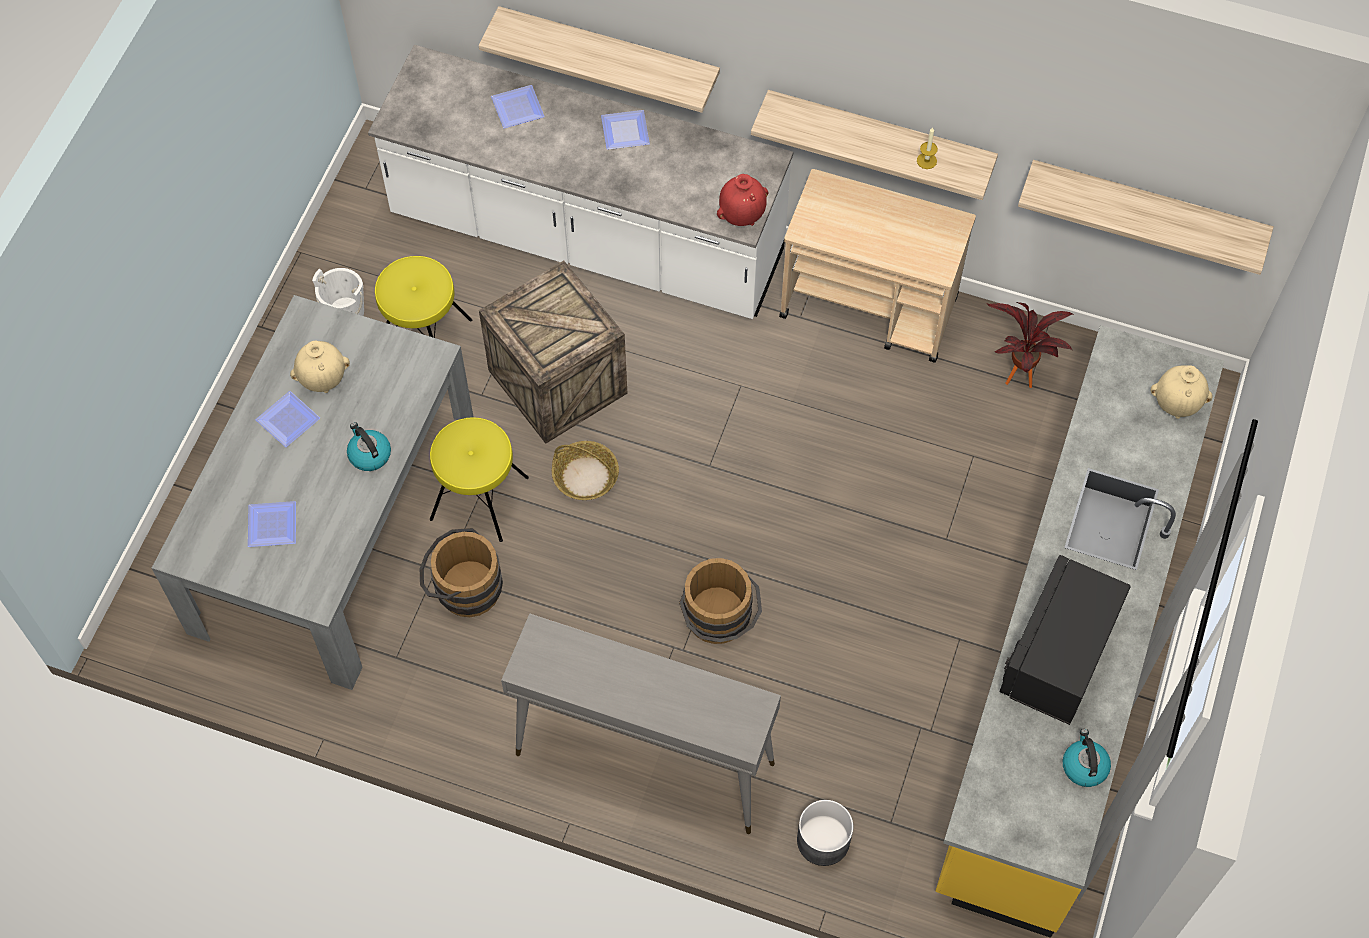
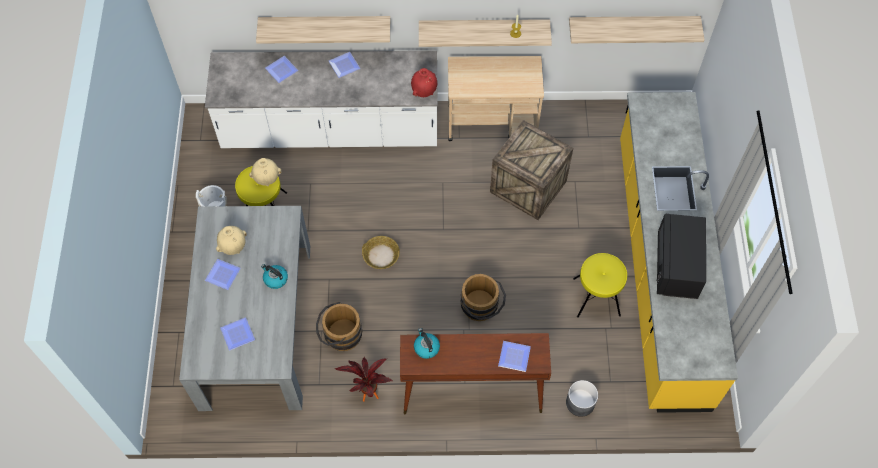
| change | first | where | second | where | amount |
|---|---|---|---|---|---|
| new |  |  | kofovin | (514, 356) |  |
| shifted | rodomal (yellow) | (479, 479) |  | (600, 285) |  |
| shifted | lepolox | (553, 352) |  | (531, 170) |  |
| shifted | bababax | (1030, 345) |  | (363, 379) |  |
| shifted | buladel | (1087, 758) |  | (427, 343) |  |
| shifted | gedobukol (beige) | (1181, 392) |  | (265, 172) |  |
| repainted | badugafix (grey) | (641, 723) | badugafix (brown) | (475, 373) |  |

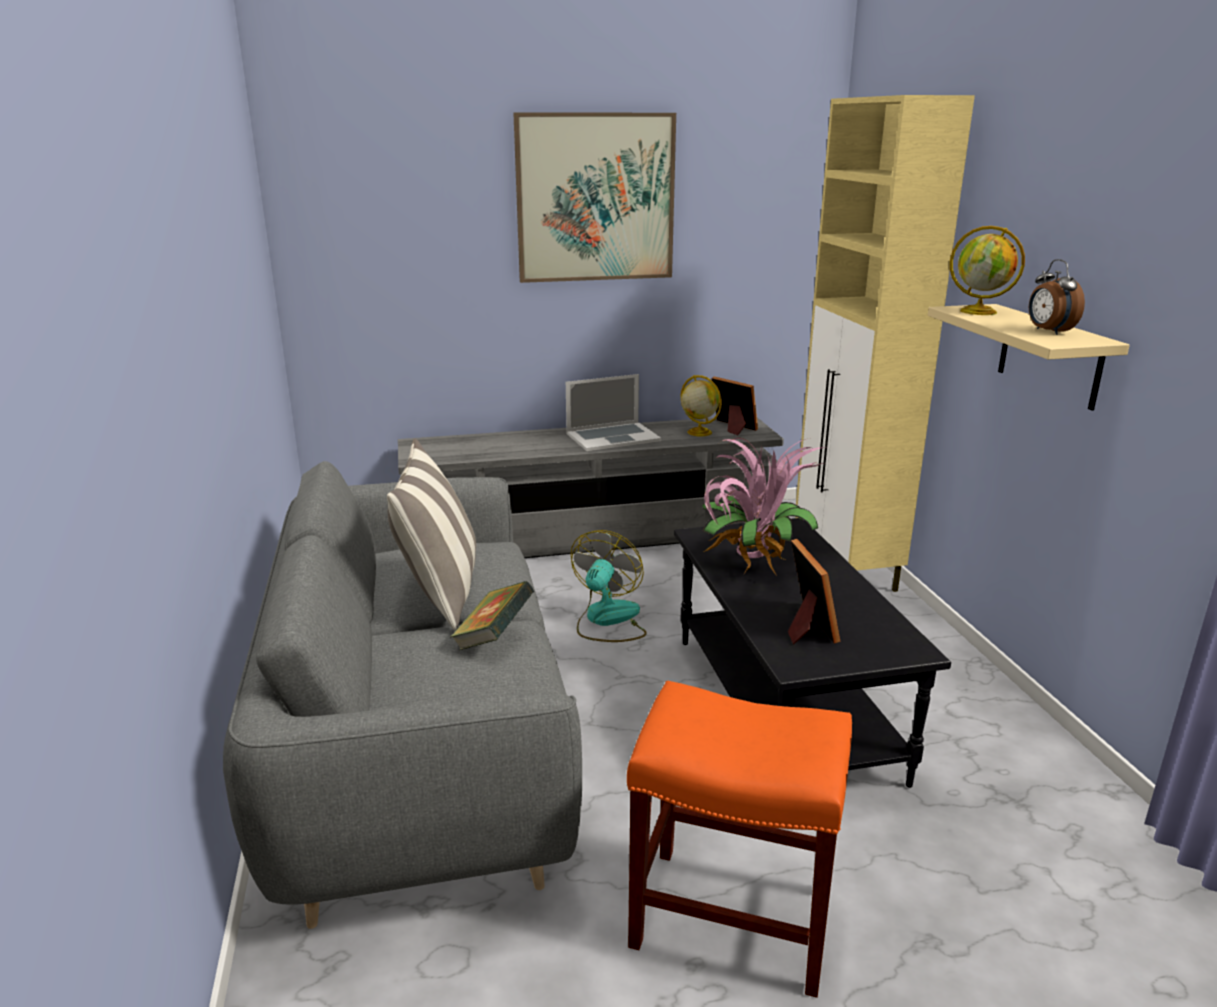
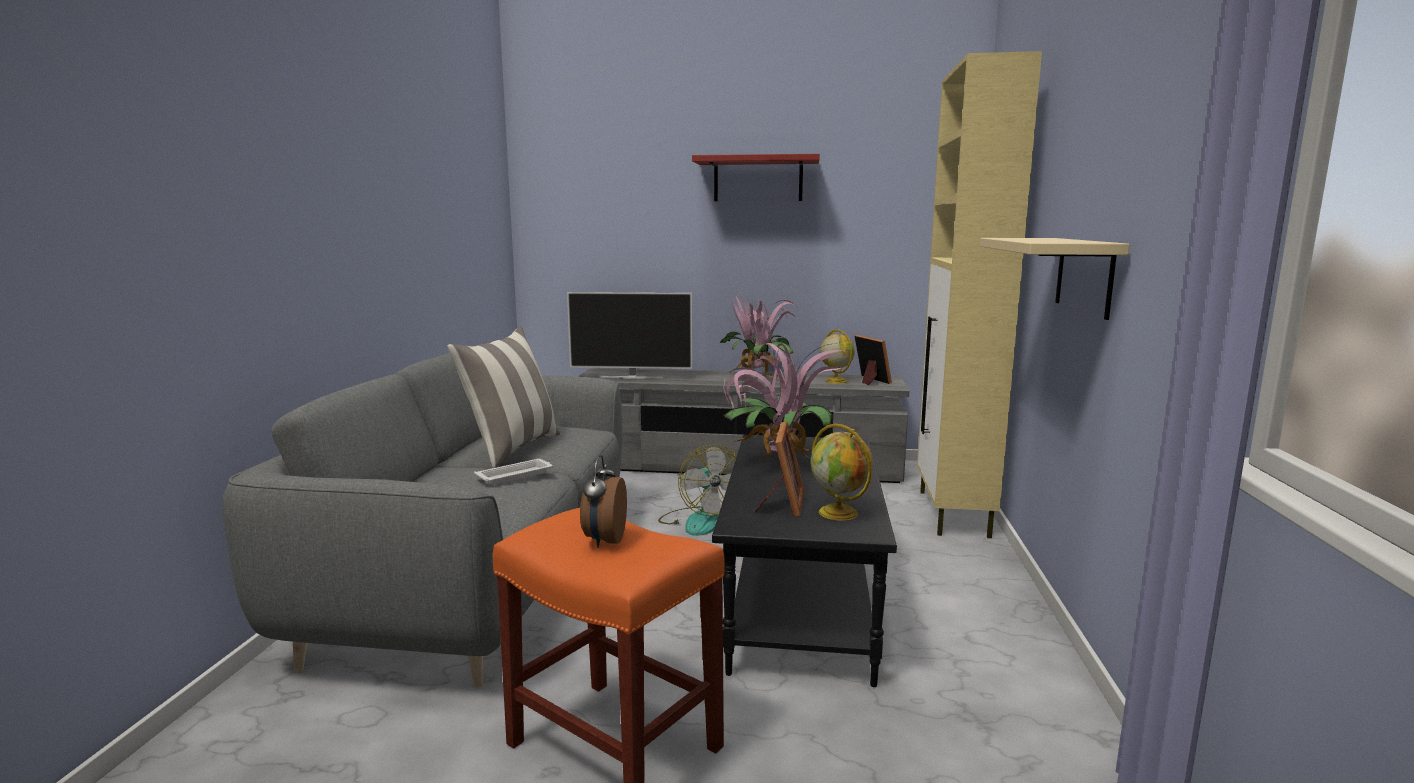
| change | first | where | second | where | amount |
|---|---|---|---|---|---|
| new |  |  | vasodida | (629, 335) |  |
| shifted | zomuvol | (987, 270) |  | (842, 472) |  |
| shifted | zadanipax | (1057, 297) |  | (603, 501) |  |
| swapped | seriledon | (492, 615) | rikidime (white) | (513, 472) |  |
| swapped | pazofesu | (594, 197) | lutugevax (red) | (756, 177) |  |
| swapped | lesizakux | (613, 412) | bababax | (759, 338) |  |
| rotated | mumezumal | (609, 586) |  | (697, 490) | 120 degrees clockwise |

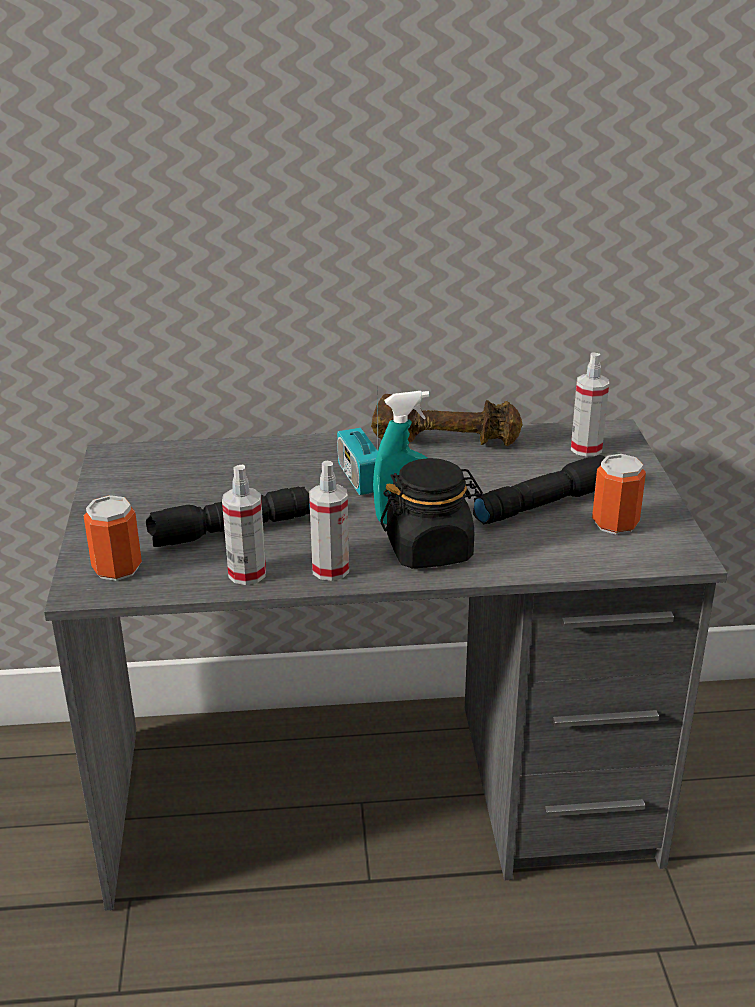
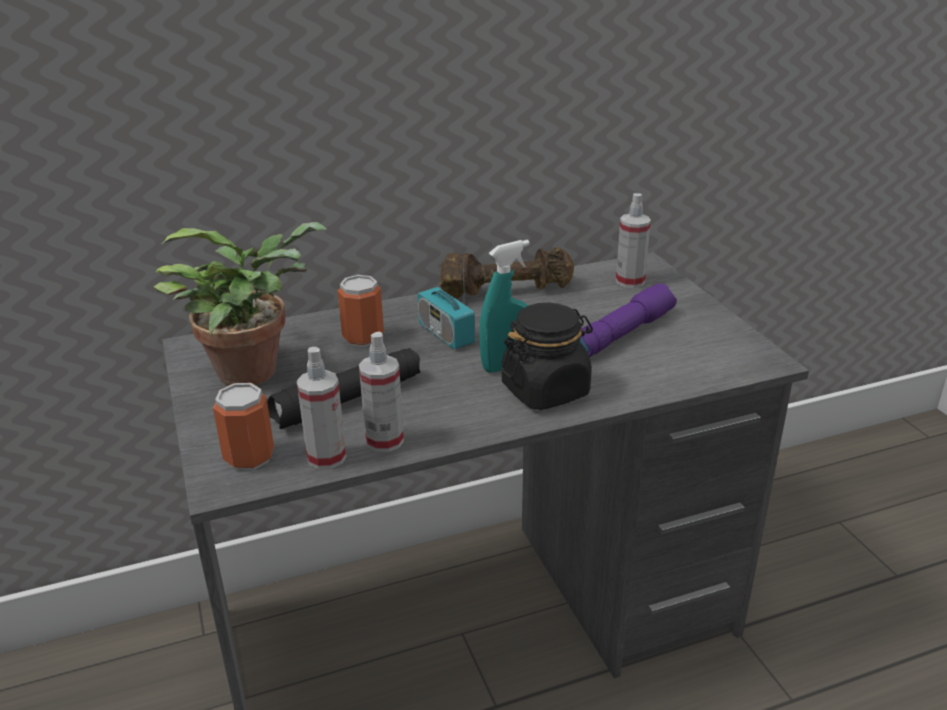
| change | first | where | second | where | amount |
|---|---|---|---|---|---|
| new |  |  | bababax | (240, 303) |  |
| shifted | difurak | (329, 521) |  | (321, 408) |  |
| shifted | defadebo | (619, 494) |  | (360, 311) |  |
| repainted | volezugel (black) | (539, 489) | volezugel (purple) | (628, 320) |  |

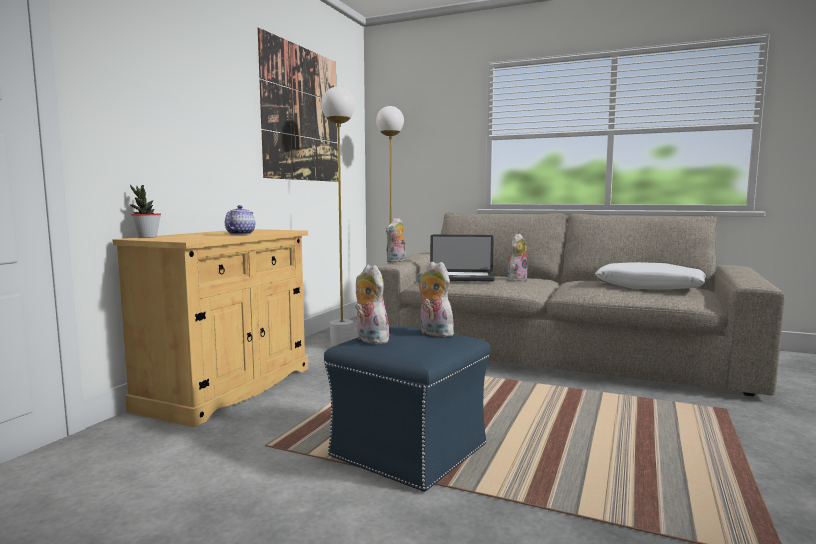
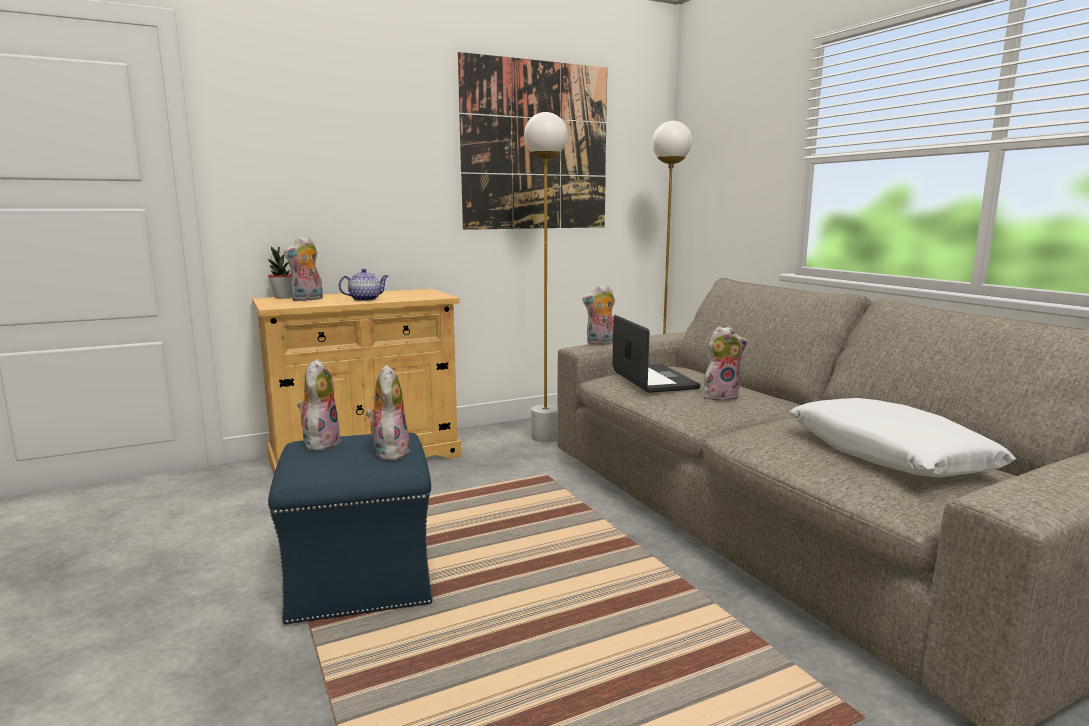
| change | first | where | second | where | amount |
|---|---|---|---|---|---|
| new |  |  | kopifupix | (303, 269) |  |
| rotated | lesizakux | (462, 258) |  | (656, 354) | 150 degrees counterclockwise |

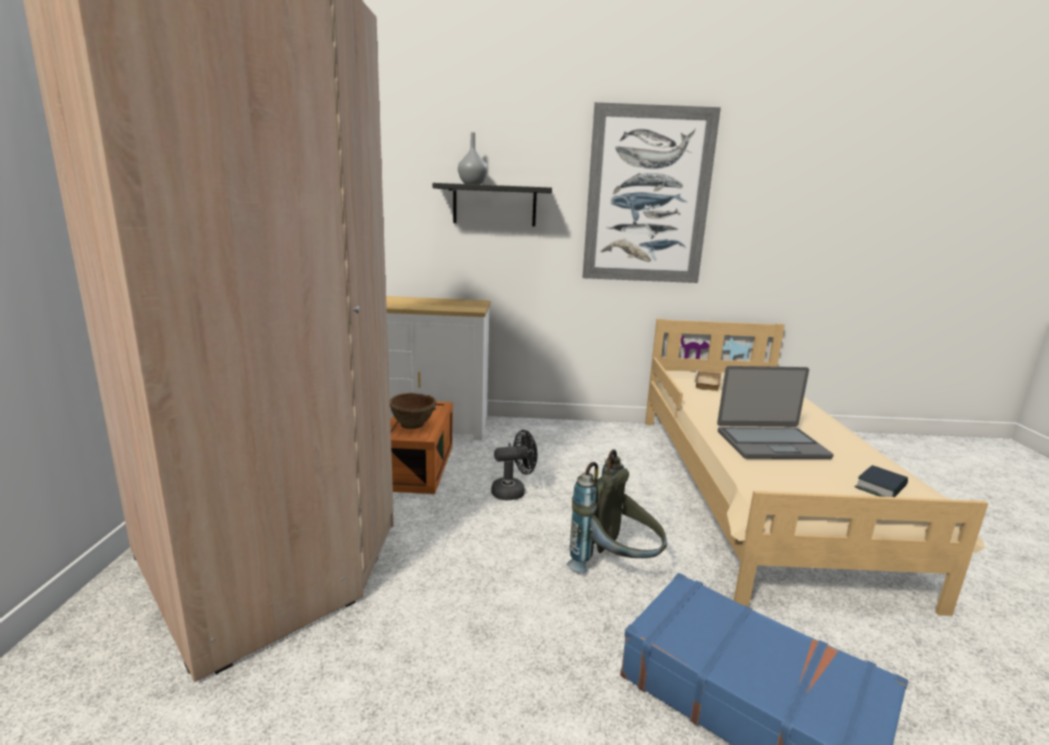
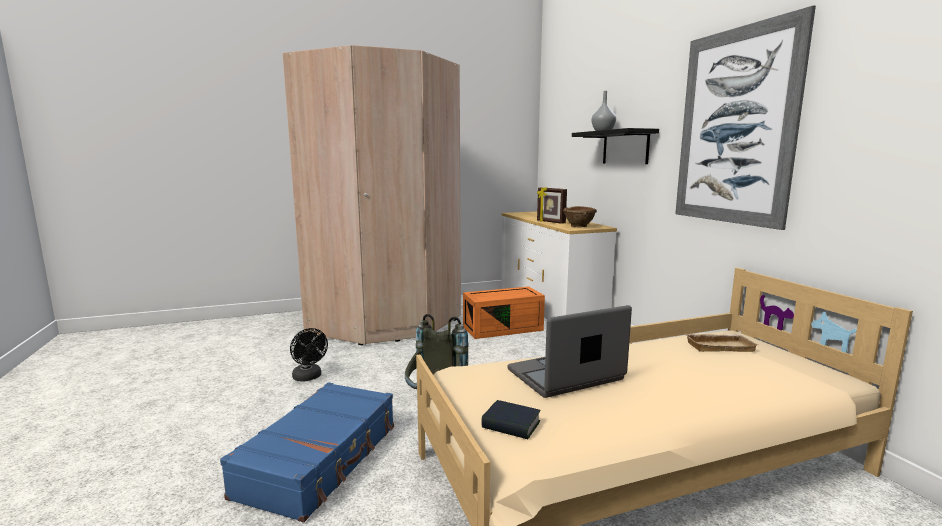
| change | first | where | second | where | amount |
|---|---|---|---|---|---|
| new |  |  | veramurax | (552, 205) |  |
| shifted | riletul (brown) | (413, 411) |  | (580, 216) |  |
| shifted | mumezumal (black) | (514, 465) |  | (309, 354) |  |
| rotated | lesizakux | (775, 412) |  | (569, 351) | 90 degrees clockwise |

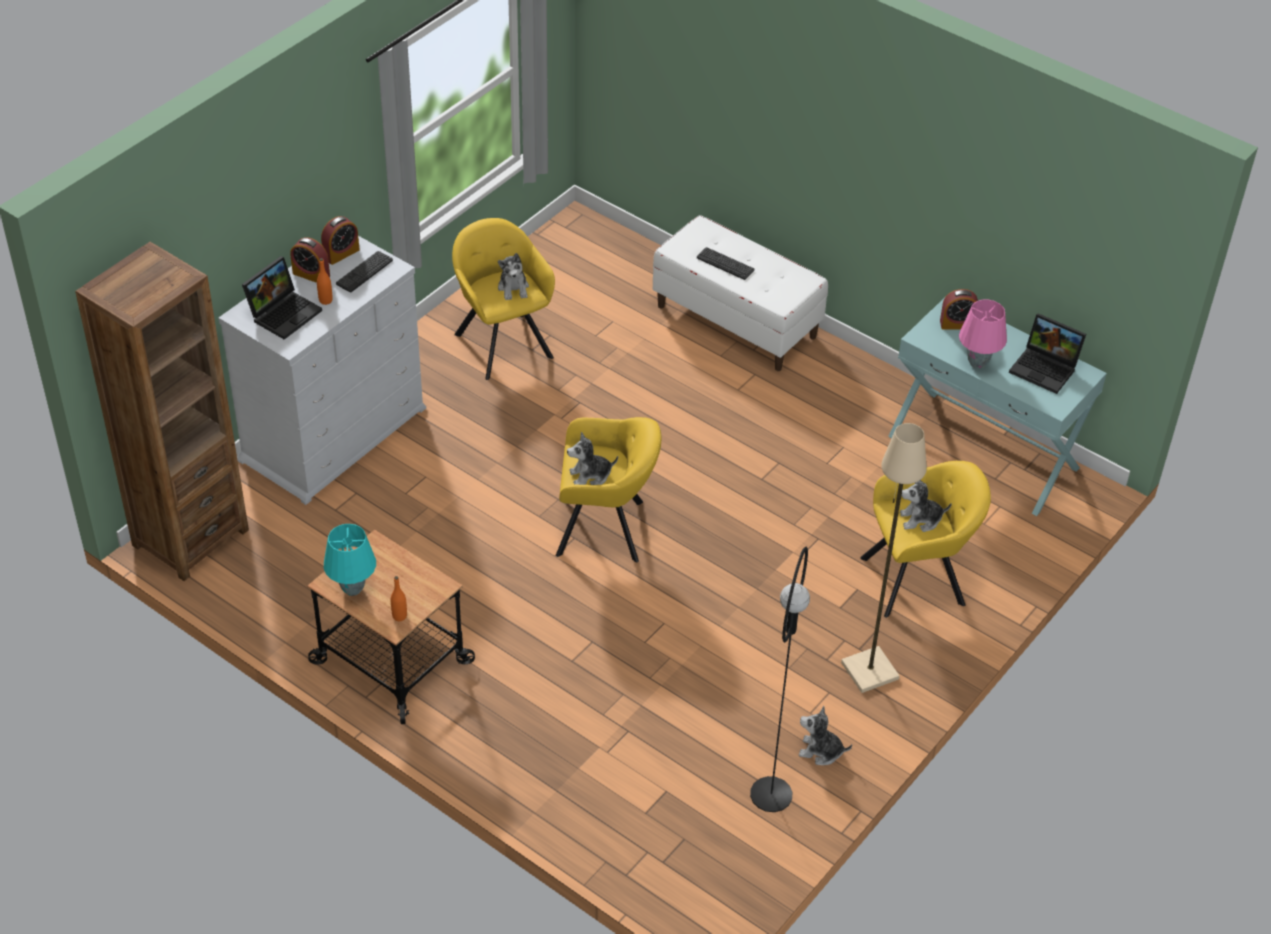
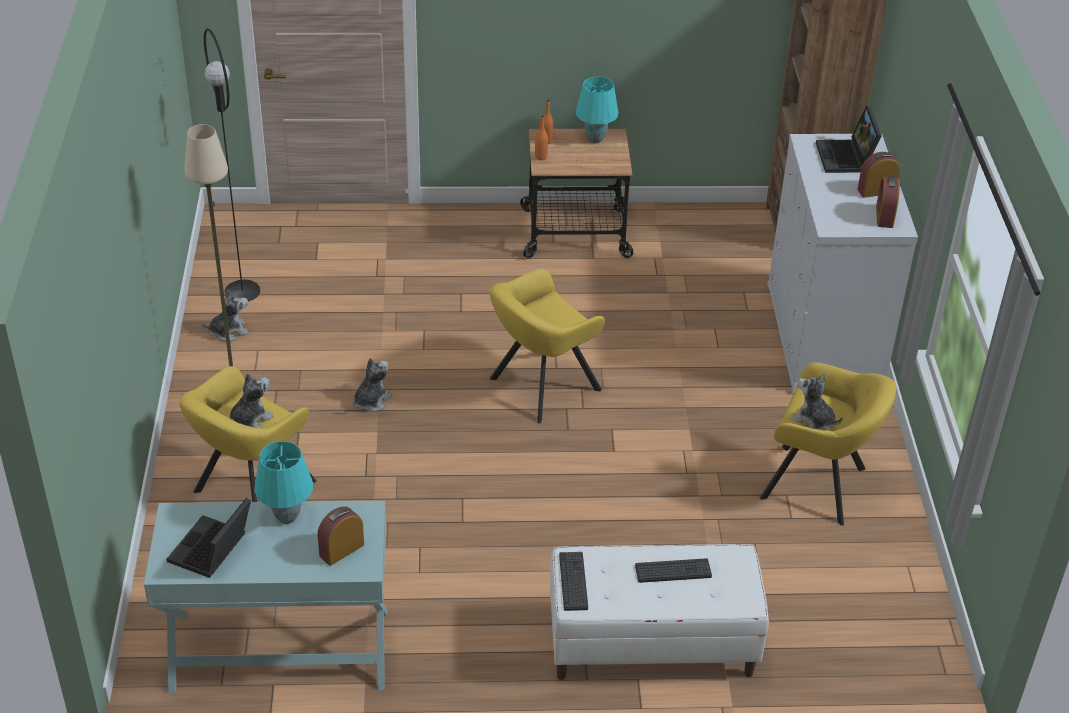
| change | first | where | second | where | amount |
|---|---|---|---|---|---|
| shifted | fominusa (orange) | (325, 281) |  | (541, 137) |  |
| shifted | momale | (364, 272) |  | (573, 581) |  |
| shifted | kopifupix | (592, 458) |  | (372, 385) |  |
| repainted | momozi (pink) | (983, 334) | momozi (turquoise) | (284, 482) |  |
| rotated | lesizakux | (1047, 353) |  | (209, 538) | 60 degrees counterclockwise |

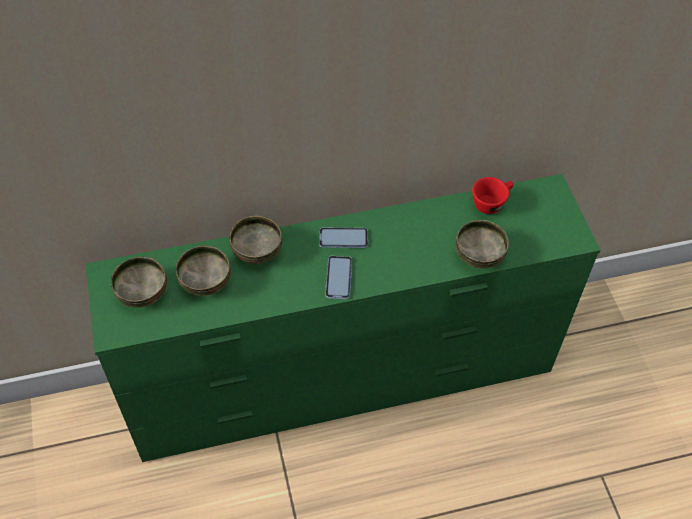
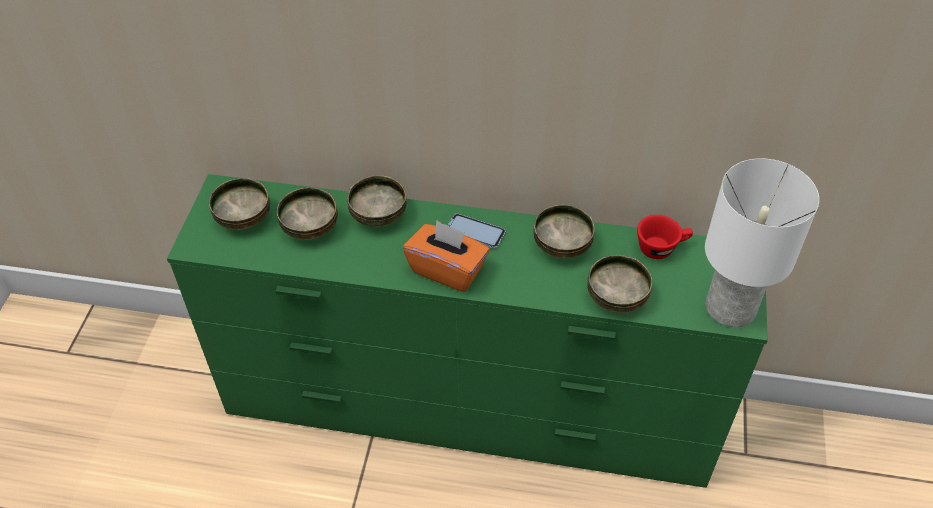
| change | first | where | second | where | amount |
|---|---|---|---|---|---|
| new |  |  | riletul | (564, 232) |  |
| new |  |  | momozi (white) | (762, 242) |  |
| swapped | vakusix | (338, 277) | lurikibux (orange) | (446, 256) |  |

